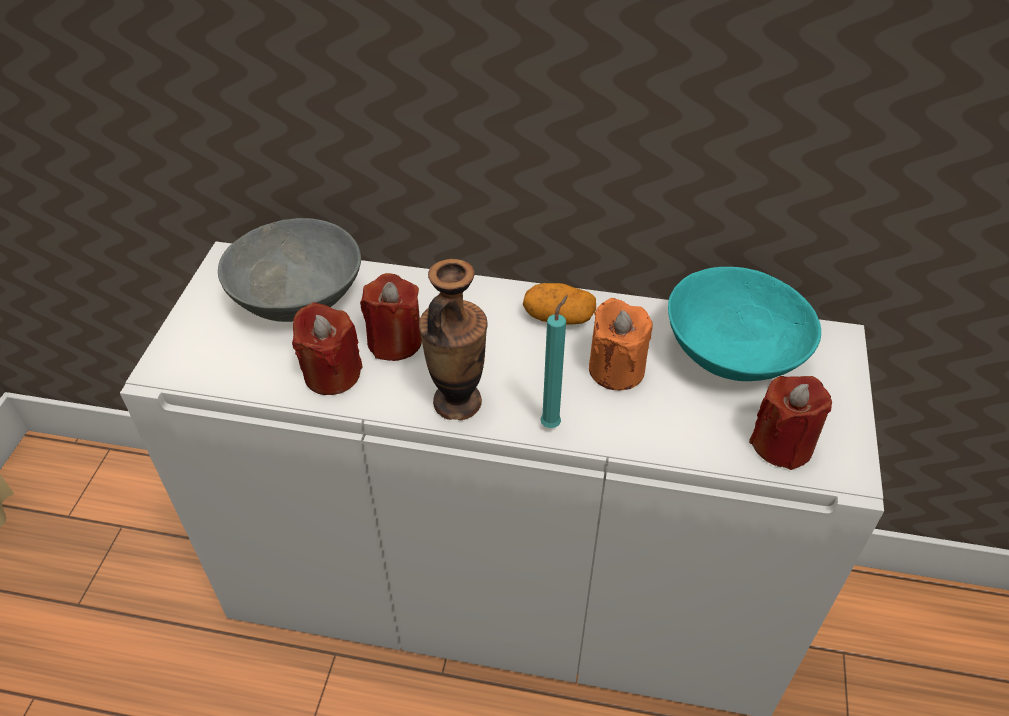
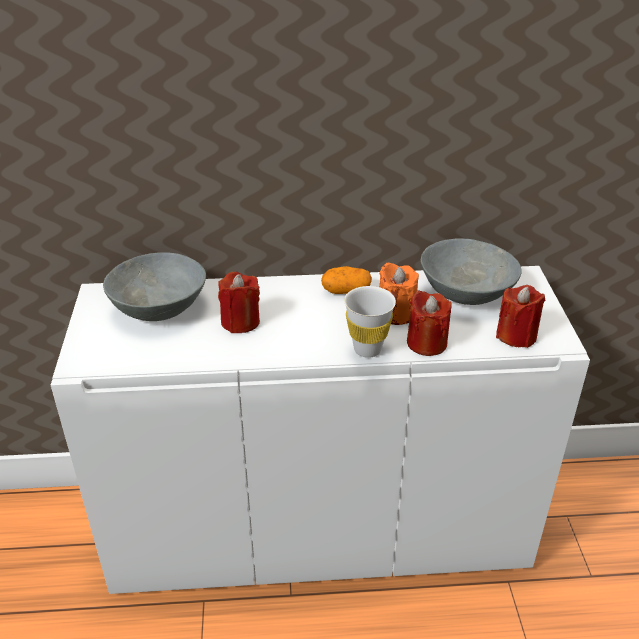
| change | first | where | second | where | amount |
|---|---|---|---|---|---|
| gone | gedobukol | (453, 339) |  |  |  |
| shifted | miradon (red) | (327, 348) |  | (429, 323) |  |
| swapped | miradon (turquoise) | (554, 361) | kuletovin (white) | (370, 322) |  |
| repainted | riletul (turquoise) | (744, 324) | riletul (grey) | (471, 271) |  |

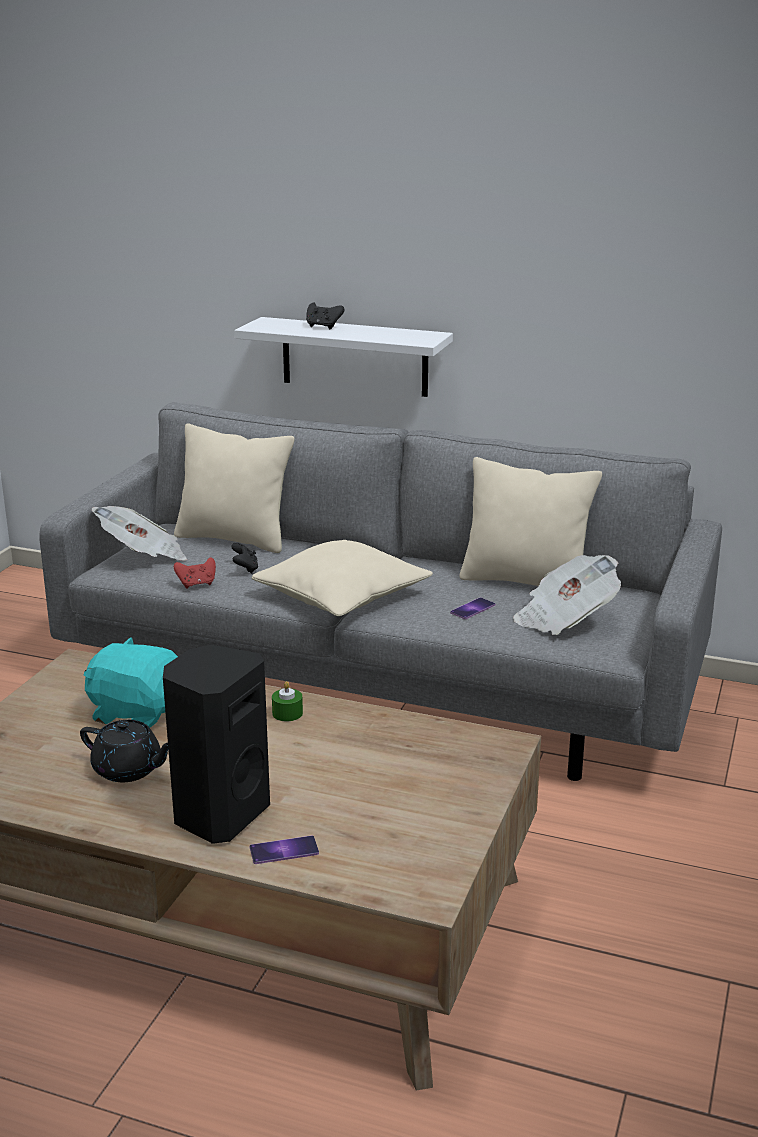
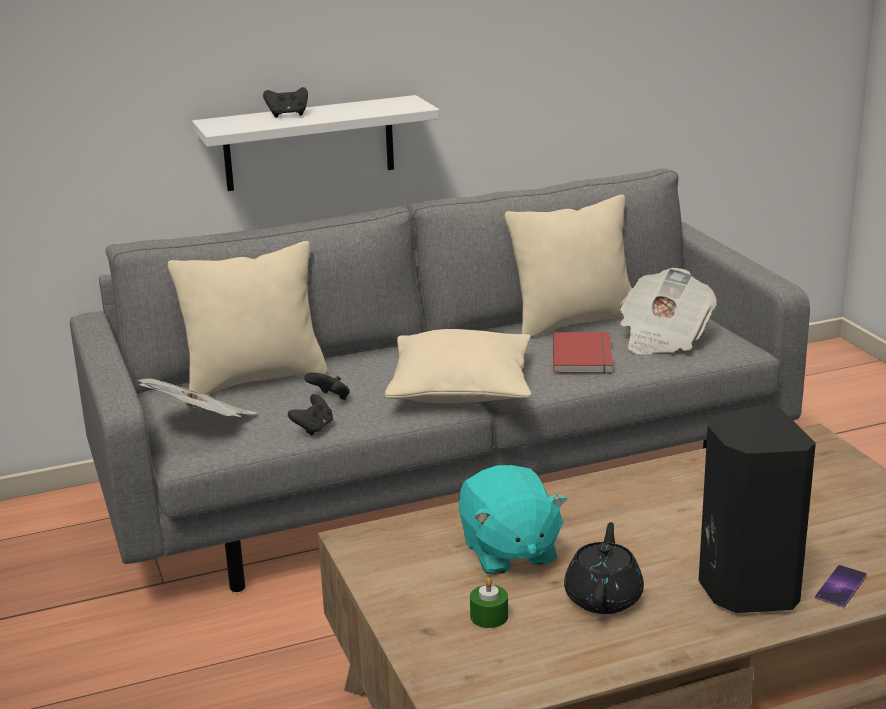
| change | first | where | second | where | amount |
|---|---|---|---|---|---|
| shifted | miradon (green) | (287, 701) |  | (489, 603) |  |
| swapped | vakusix | (473, 608) | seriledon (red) | (583, 353) |  |
| repainted | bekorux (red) | (195, 573) | bekorux (black) | (310, 415) |  |
| rotated | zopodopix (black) | (124, 751) |  | (604, 568) | 60 degrees counterclockwise |
| rotated | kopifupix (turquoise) | (131, 682) |  | (513, 520) | 90 degrees counterclockwise |

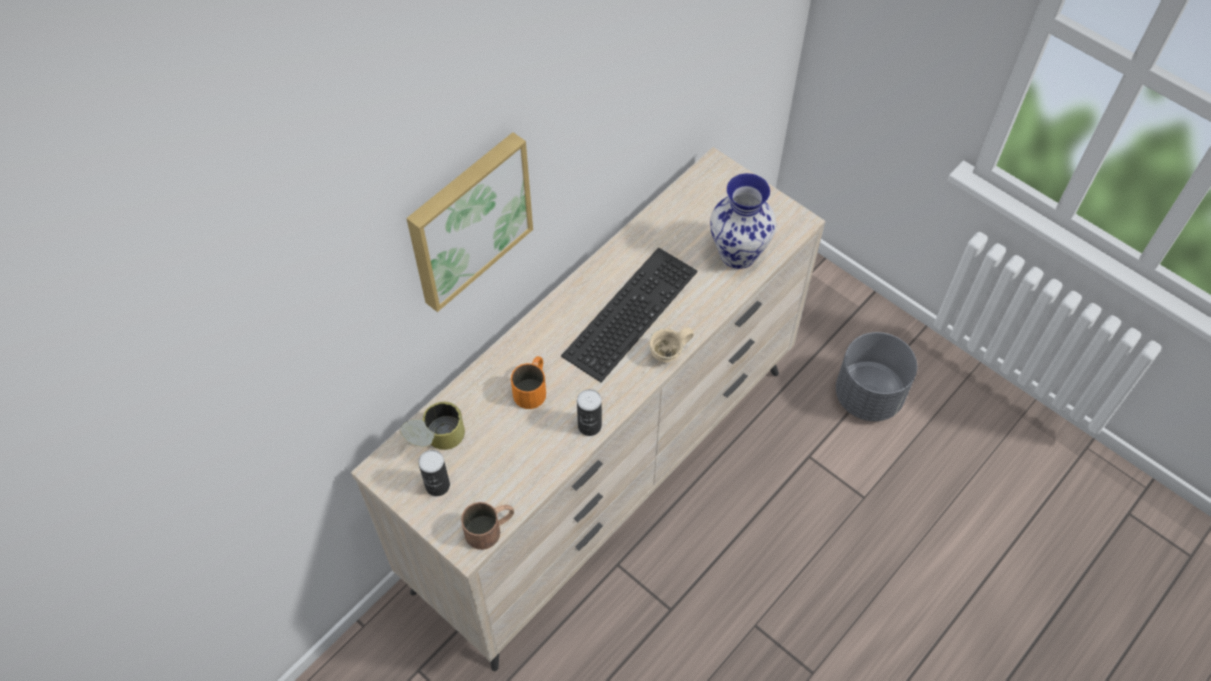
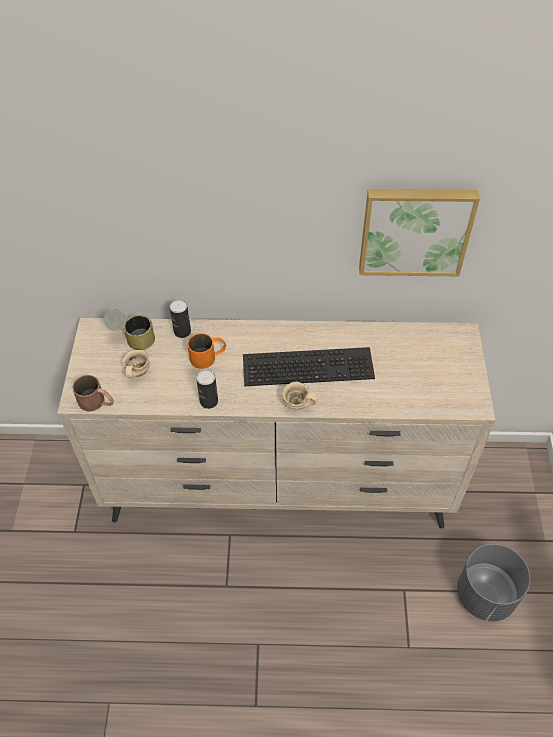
| change | first | where | second | where | amount |
|---|---|---|---|---|---|
| gone | gedobukol | (743, 221) |  |  |  |
| new |  |  | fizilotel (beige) | (136, 364) |  |
| shifted | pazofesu | (469, 222) |  | (419, 232) |  |
| shifted | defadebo | (434, 473) |  | (180, 318) |  |

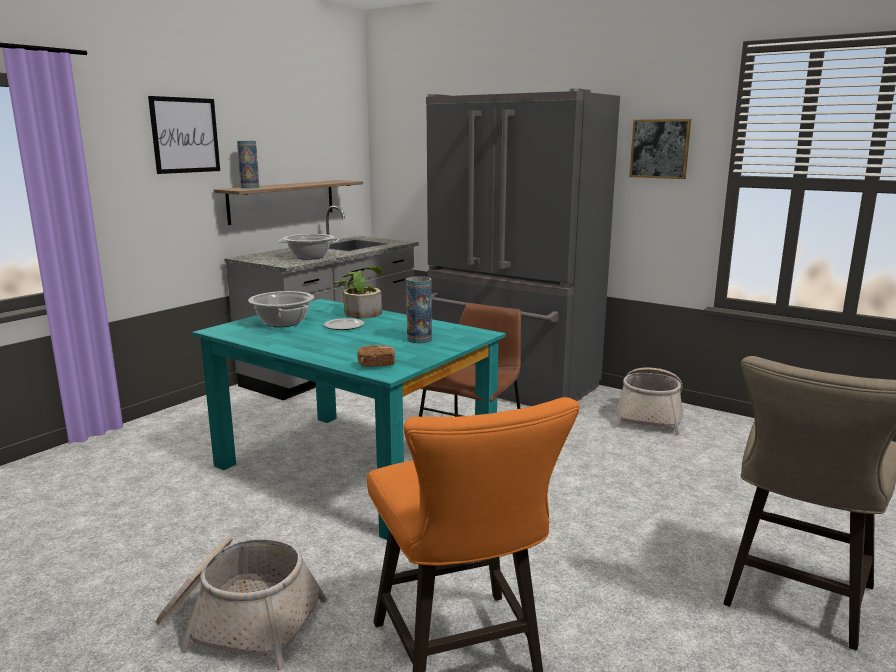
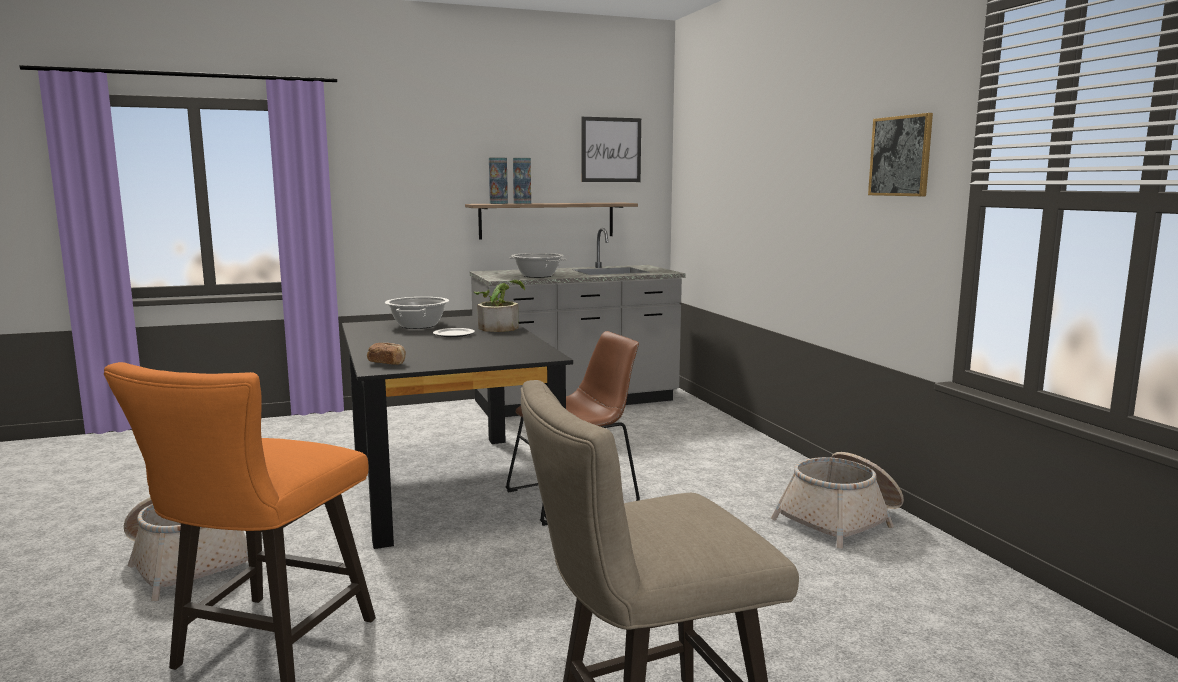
| change | first | where | second | where | amount |
|---|---|---|---|---|---|
| gone | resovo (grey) | (523, 247) |  |  |  |
| shifted | pazofesu | (184, 135) |  | (611, 149) |  |
| shifted | gedobukol | (419, 309) |  | (522, 181) |  |
| repainted | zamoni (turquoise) | (349, 419) | zamoni (black) | (457, 432) |  |

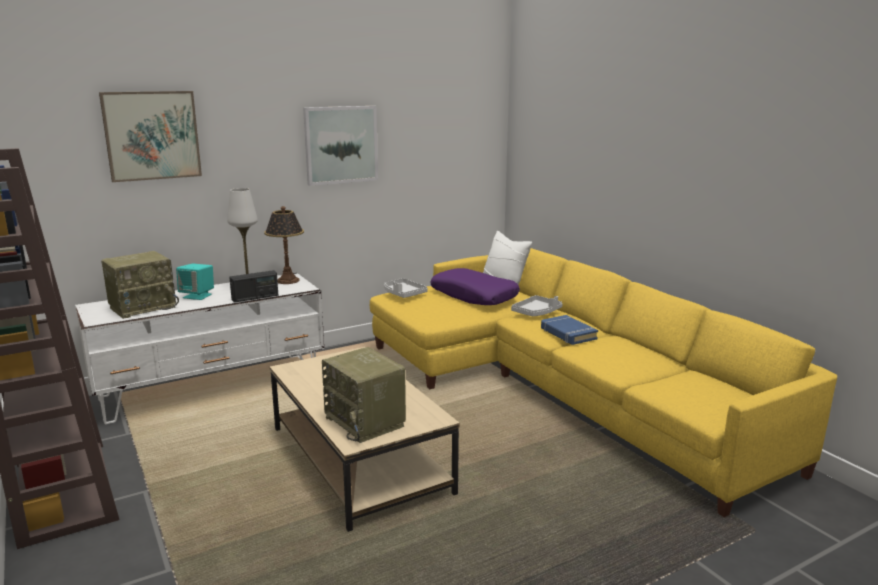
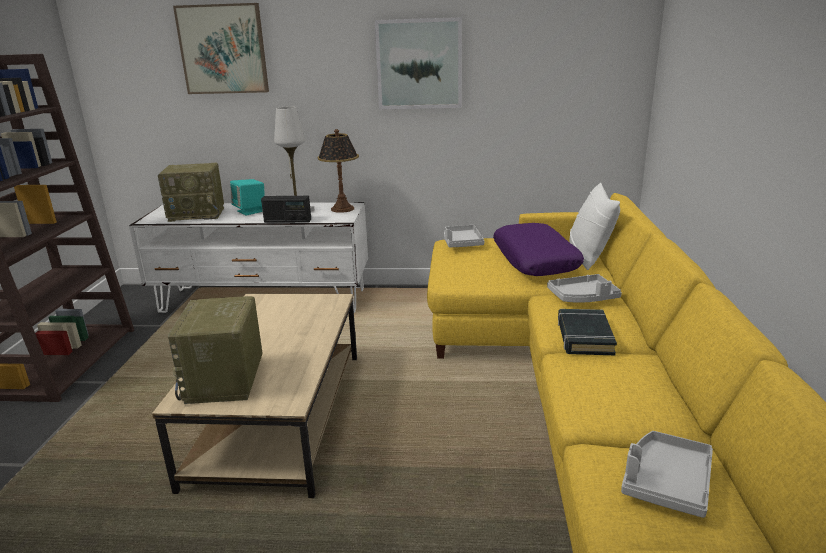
| change | first | where | second | where | amount |
|---|---|---|---|---|---|
| new |  |  | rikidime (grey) | (667, 474) |  |
| repainted | seriledon (blue) | (569, 330) | seriledon (black) | (587, 332) |  |

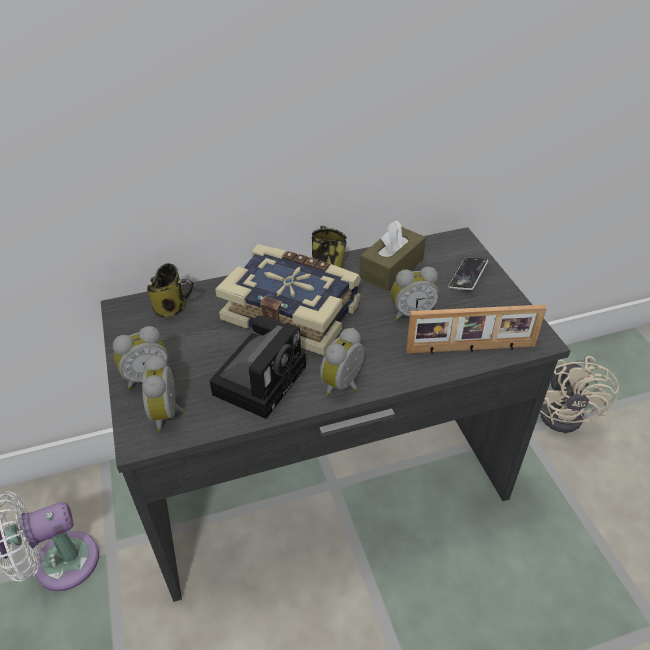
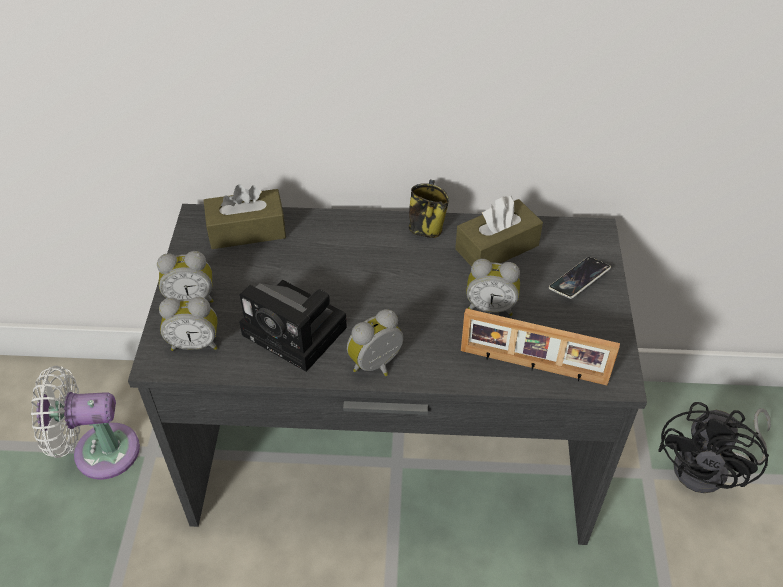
| change | first | where | second | where | amount |
|---|---|---|---|---|---|
| gone | seriledon | (288, 300) |  |  |  |
| swapped | fizilotel | (170, 290) | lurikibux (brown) | (245, 216) |  |
| repainted | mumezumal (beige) | (579, 394) | mumezumal (black) | (714, 447) |  |
| rotated | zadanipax | (163, 393) |  | (188, 324) | 105 degrees counterclockwise |
| rotated | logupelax | (257, 367) |  | (293, 326) | 75 degrees clockwise |

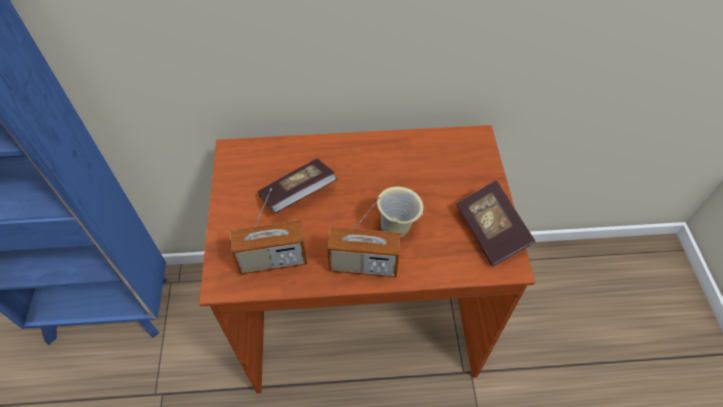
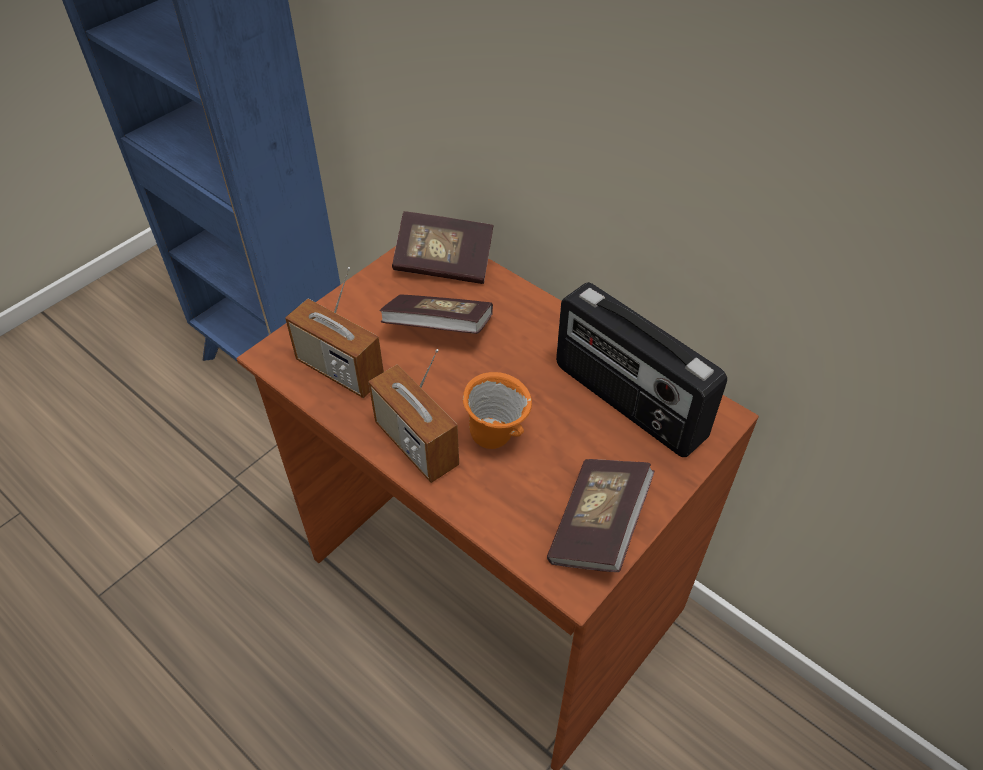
| change | first | where | second | where | amount |
|---|---|---|---|---|---|
| new |  |  | seriledon | (442, 247) |  |
| new |  |  | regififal | (641, 369) |  |
| repainted | fizilotel (beige) | (400, 212) | fizilotel (orange) | (497, 410) |  |

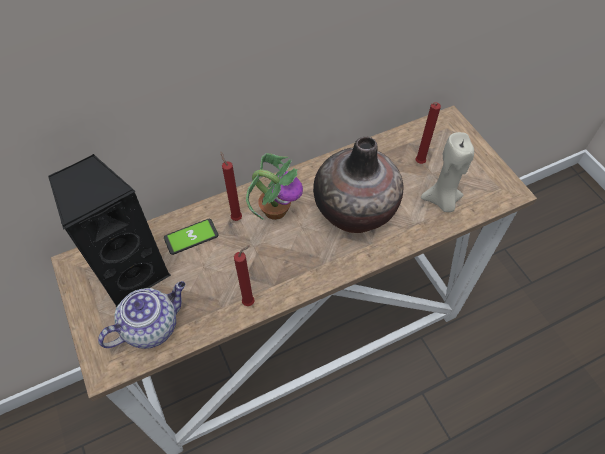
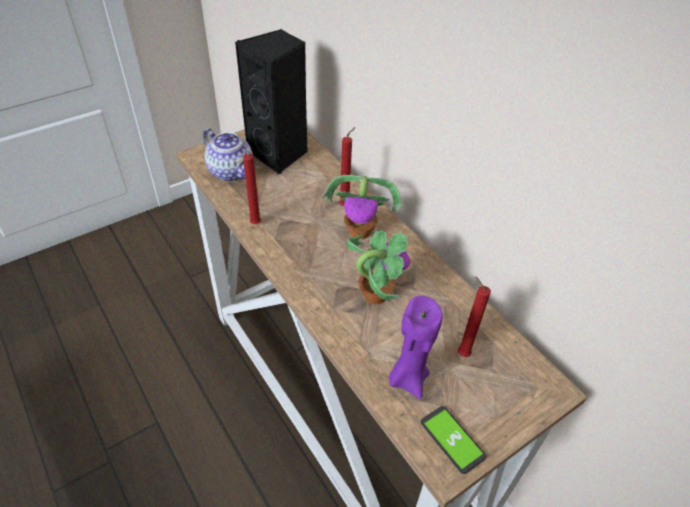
| change | first | where | second | where | amount |
|---|---|---|---|---|---|
| shifted | vakusix | (191, 237) |  | (453, 440) |  |
| swapped | gedobukol | (358, 185) | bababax | (378, 267) |  |
| repainted | miradon (beige) | (447, 172) | miradon (purple) | (416, 347) |  |

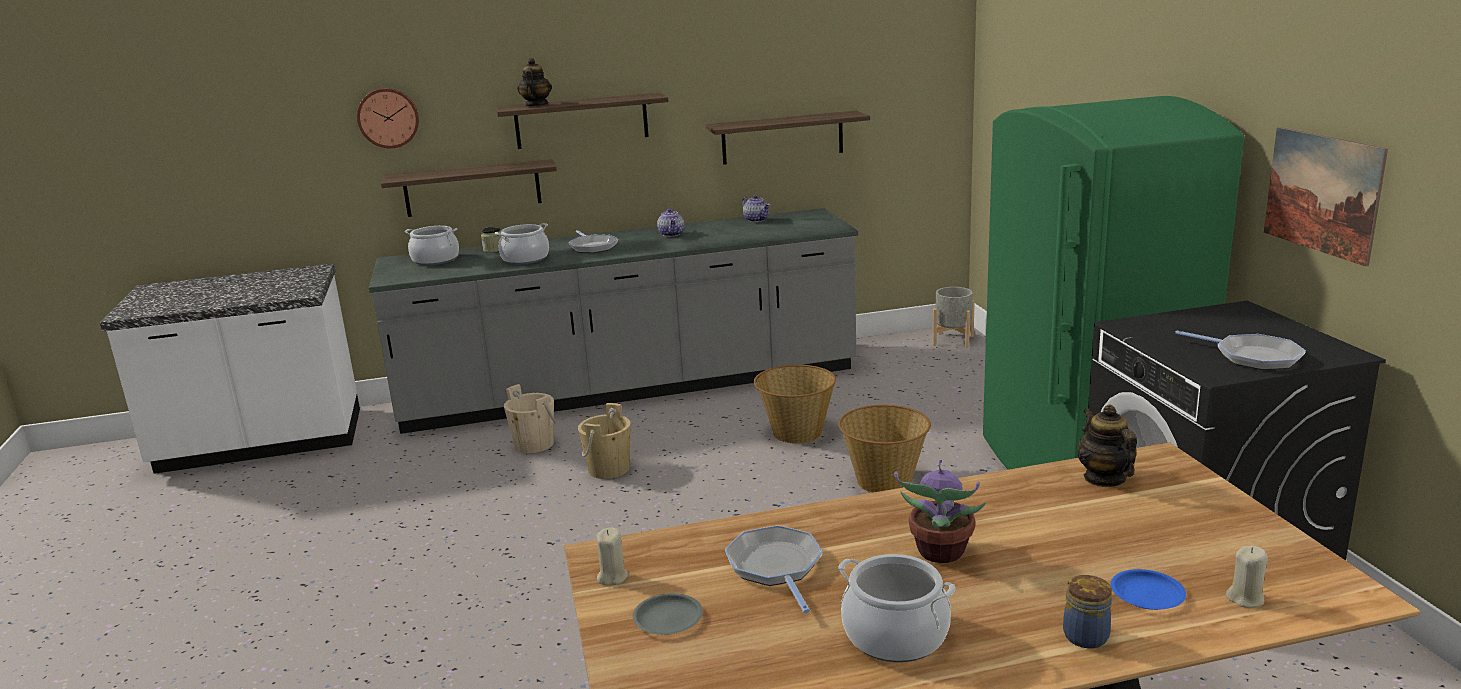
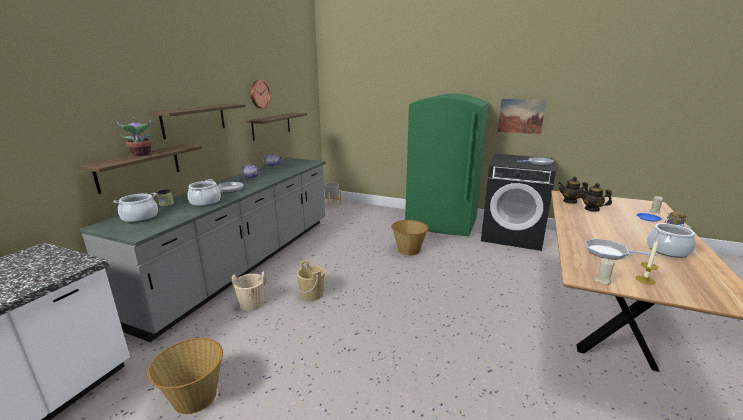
| change | first | where | second | where | amount |
|---|---|---|---|---|---|
| shifted | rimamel | (388, 118) |  | (261, 94) |  |
| shifted | zopodopix | (534, 82) |  | (596, 197) |  |
| shifted | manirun | (795, 404) |  | (185, 376) |  |
| shifted | bababax | (940, 511) |  | (135, 136) |  |
| swapped | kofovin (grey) | (668, 614) | miradon | (647, 263) |  |

